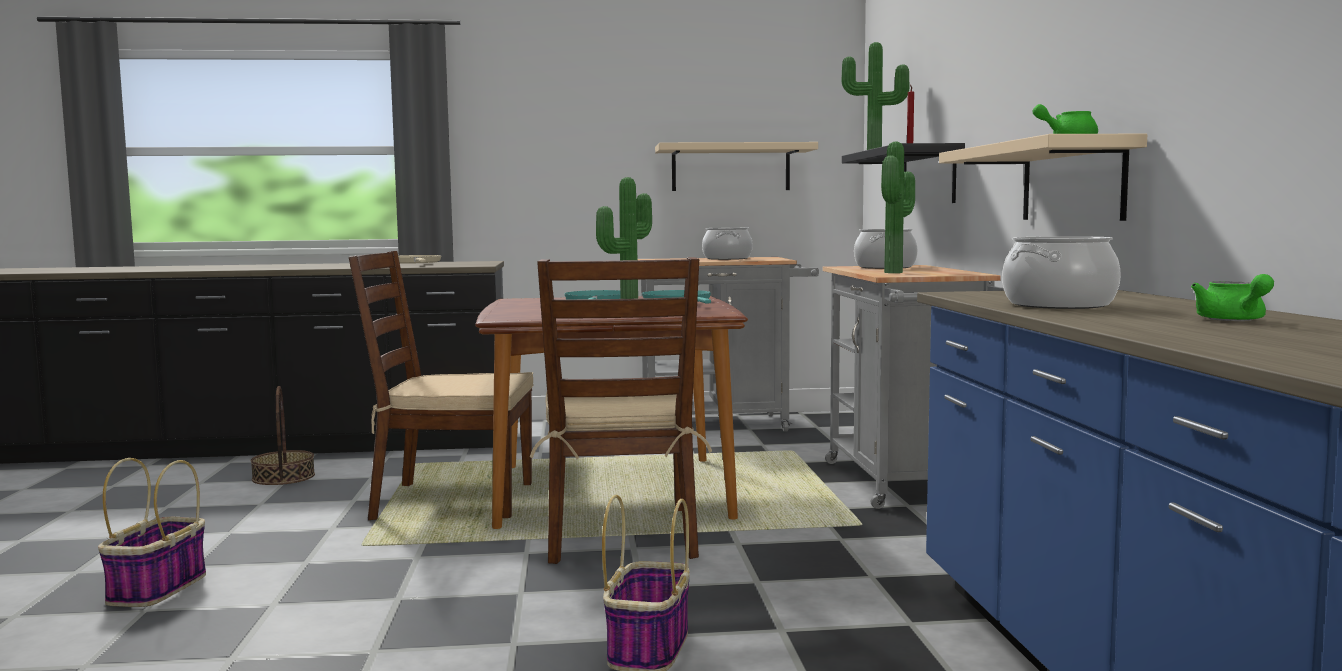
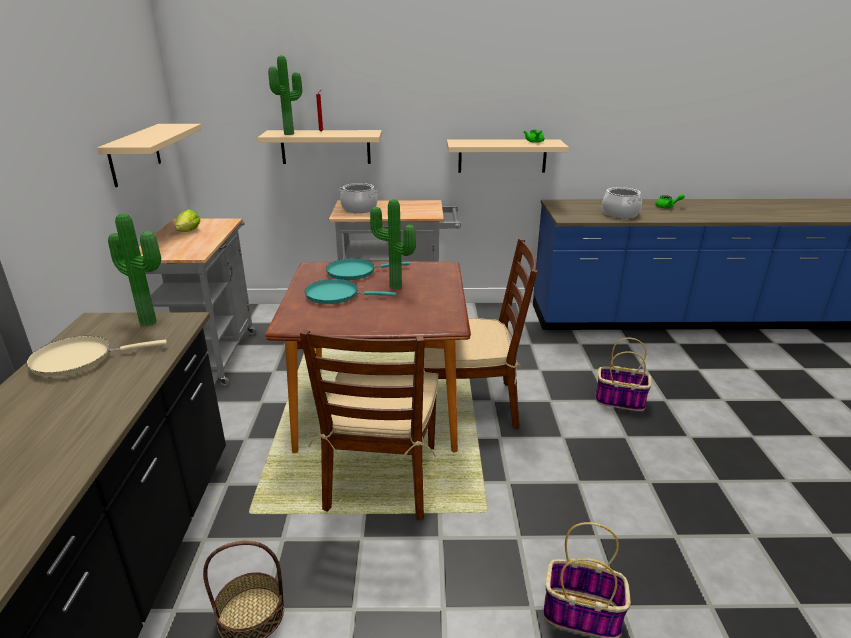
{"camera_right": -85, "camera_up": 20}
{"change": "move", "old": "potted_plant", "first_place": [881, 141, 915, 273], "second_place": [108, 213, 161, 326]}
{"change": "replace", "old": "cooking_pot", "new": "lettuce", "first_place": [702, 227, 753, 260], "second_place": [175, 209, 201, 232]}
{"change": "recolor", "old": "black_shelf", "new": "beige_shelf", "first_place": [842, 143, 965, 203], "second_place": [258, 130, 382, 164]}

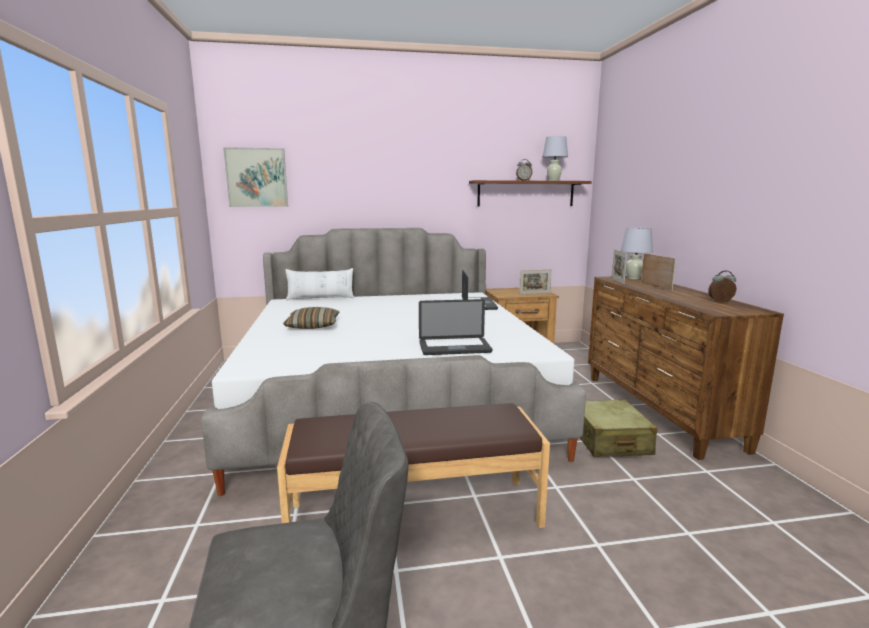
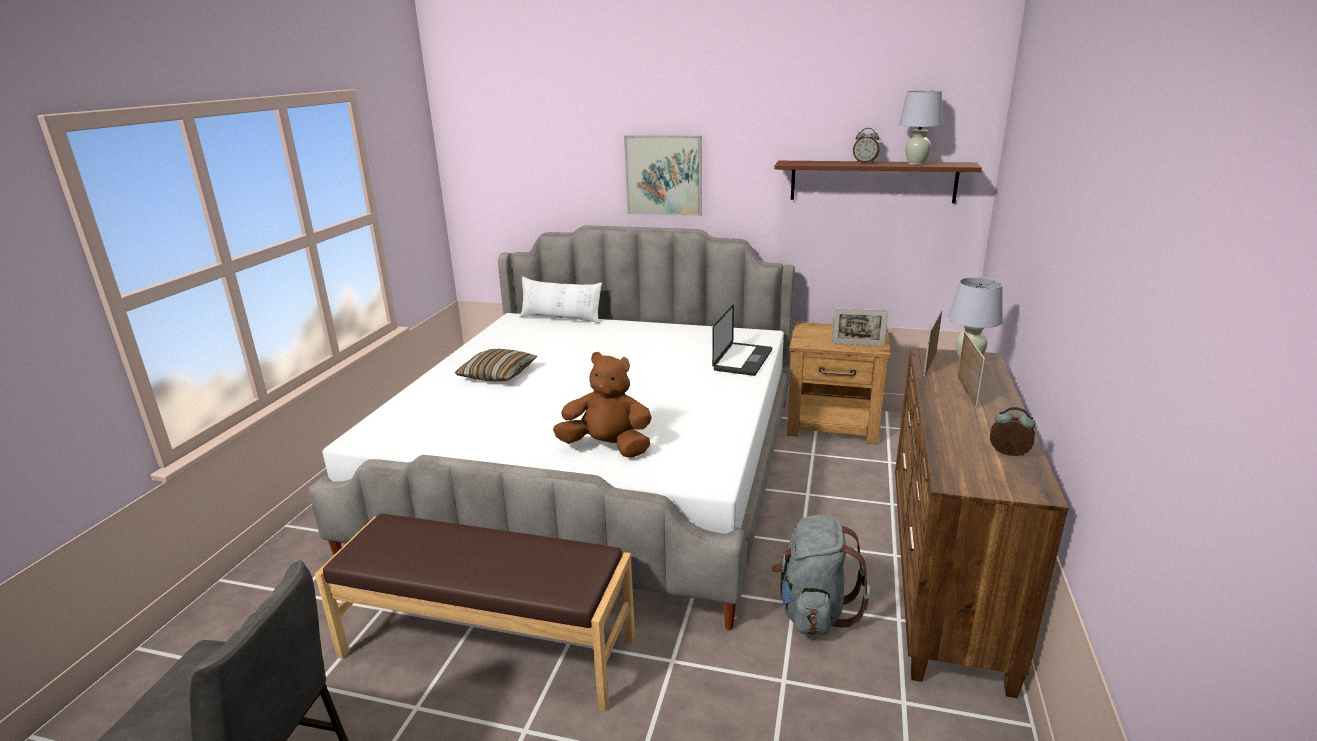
{"camera_right": 25, "camera_up": 10}
{"change": "replace", "old": "laptop", "new": "brown_plush_toy", "first_place": [419, 299, 492, 355], "second_place": [553, 352, 652, 457]}
{"change": "move", "old": "picture", "first_place": [223, 147, 288, 207], "second_place": [624, 135, 702, 216]}
{"change": "replace", "old": "beige_suitcase", "new": "grey_backpack", "first_place": [580, 400, 657, 457], "second_place": [772, 515, 870, 635]}

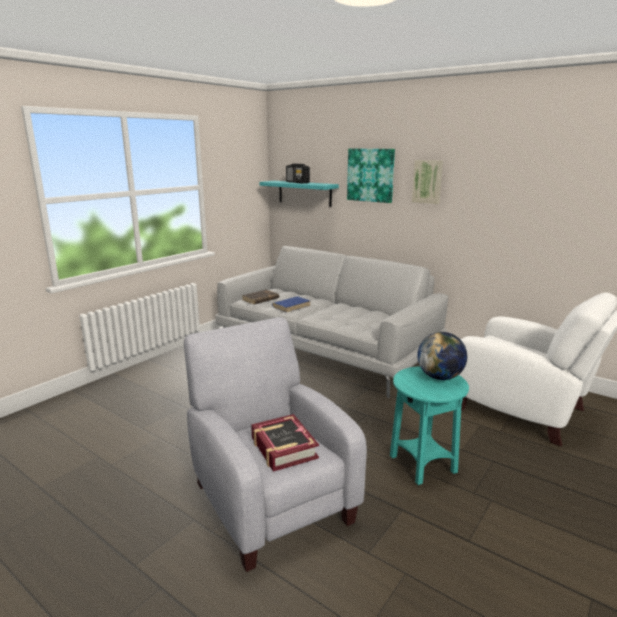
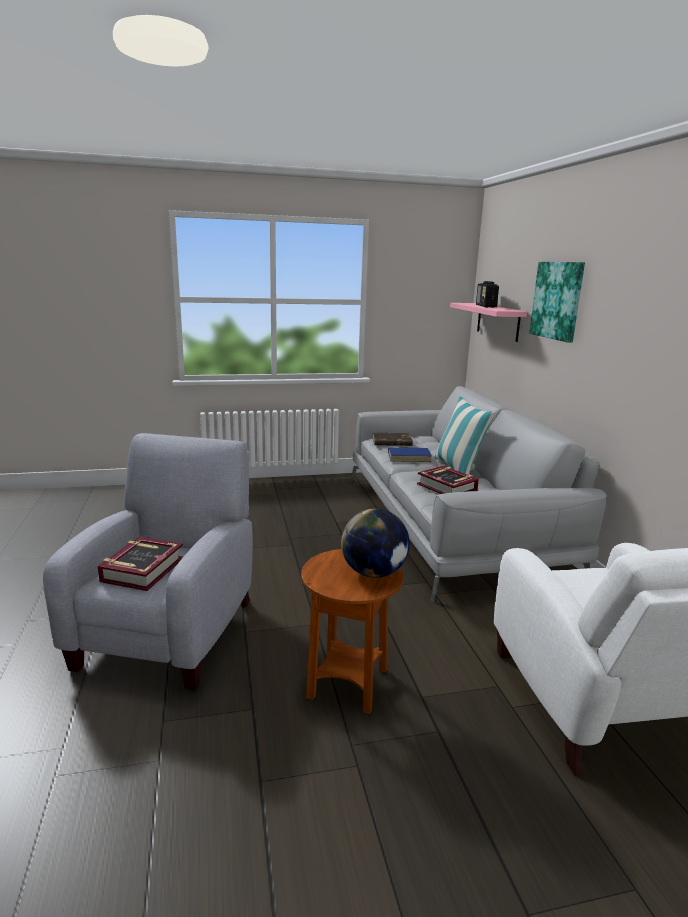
{"camera_right": 40, "camera_up": 0}
{"change": "recolor", "old": "turquoise_side_table", "new": "brown_side_table", "first_place": [390, 366, 469, 485], "second_place": [301, 549, 404, 714]}
{"change": "insert", "new": "book", "second_place": [417, 466, 479, 494]}
{"change": "insert", "new": "pillow", "second_place": [435, 396, 495, 475]}
{"change": "recolor", "old": "turquoise_shelf", "new": "pink_shelf", "first_place": [259, 181, 339, 207], "second_place": [450, 303, 527, 342]}
{"change": "delete", "old": "picture", "first_place": [412, 160, 443, 204]}

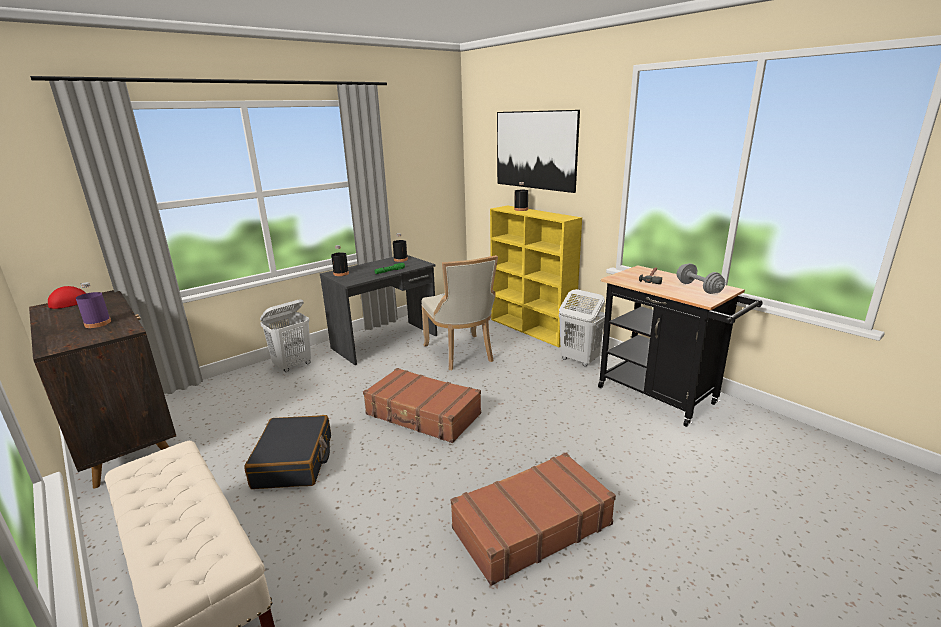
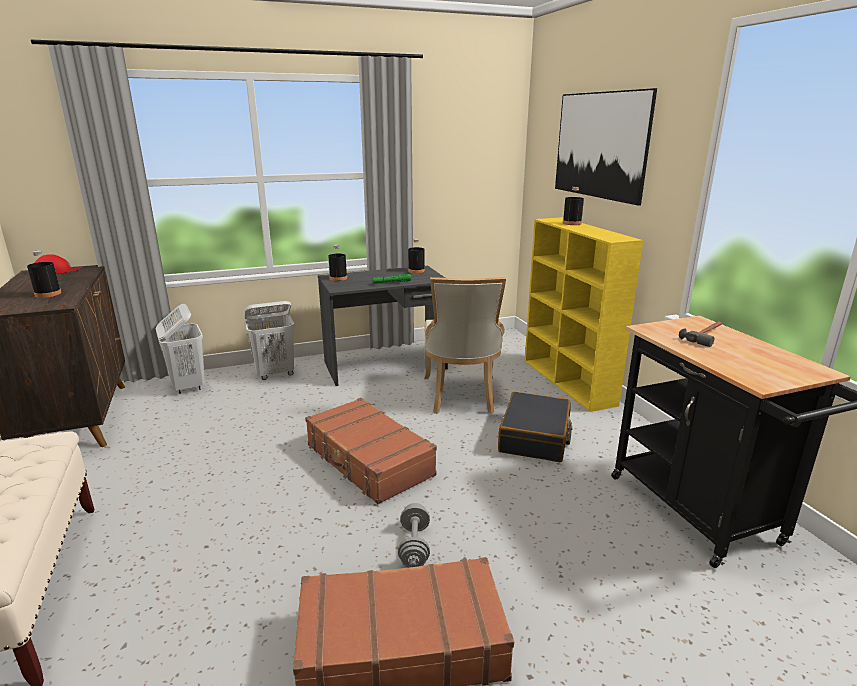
{"camera_right": 20, "camera_up": 0}
{"change": "recolor", "old": "purple_bottle", "new": "black_bottle", "first_place": [76, 282, 111, 328], "second_place": [27, 250, 62, 298]}
{"change": "move", "old": "white_laundry_basket", "first_place": [559, 289, 605, 366], "second_place": [156, 304, 205, 394]}
{"change": "move", "old": "grey_dumbbell", "first_place": [677, 263, 725, 294], "second_place": [398, 503, 430, 568]}
{"change": "move", "old": "black_suitcase", "first_place": [244, 415, 331, 489], "second_place": [498, 392, 572, 462]}

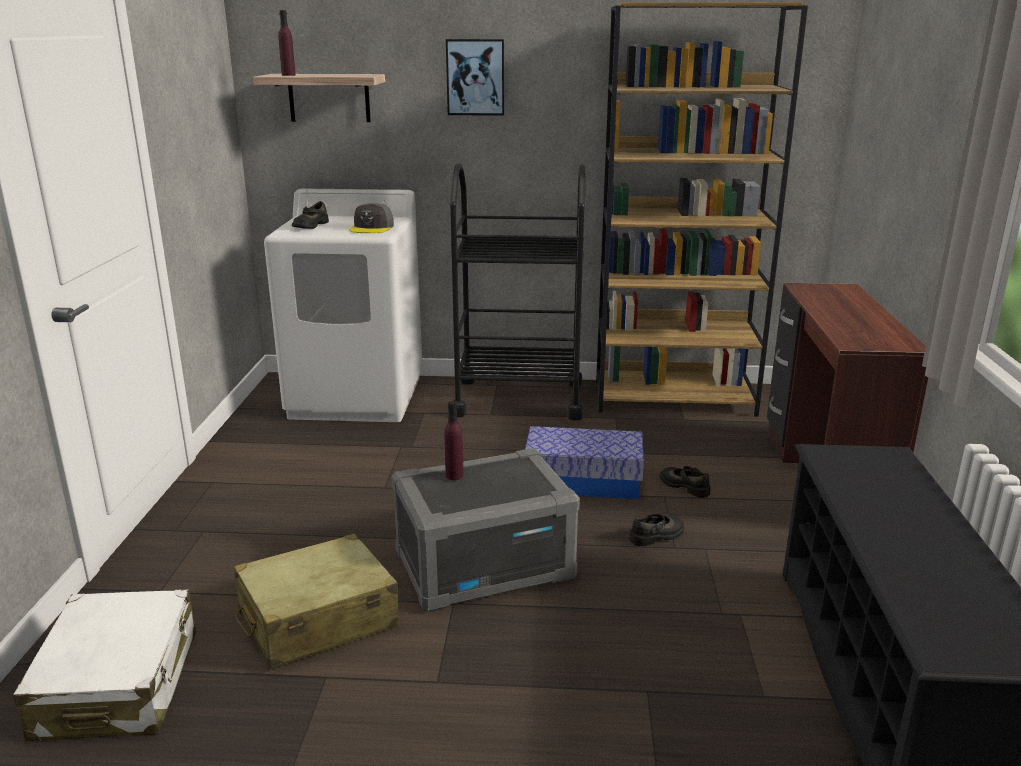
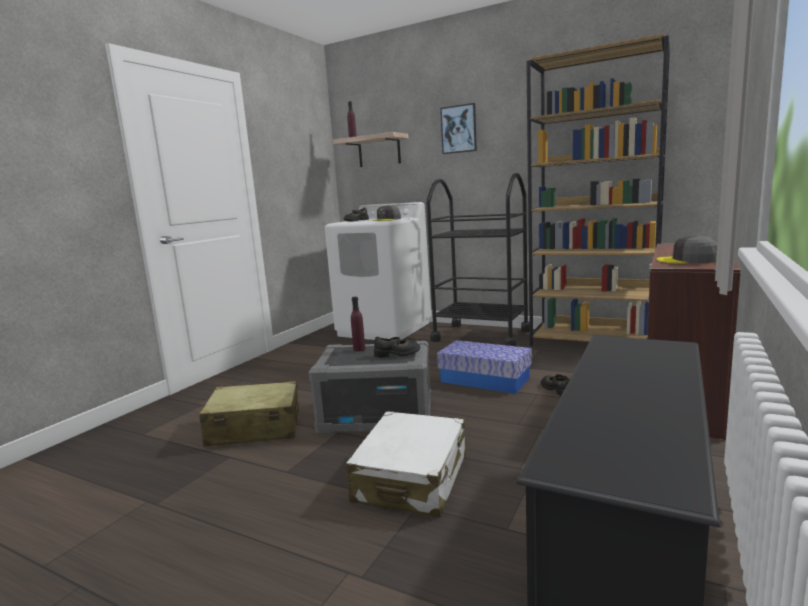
{"camera_right": 25, "camera_up": -10}
{"change": "move", "old": "white_suitcase", "first_place": [13, 589, 196, 741], "second_place": [346, 411, 466, 518]}
{"change": "move", "old": "black_shoe", "first_place": [630, 514, 685, 546], "second_place": [374, 336, 420, 358]}
{"change": "insert", "new": "grey_cap", "second_place": [657, 235, 717, 263]}

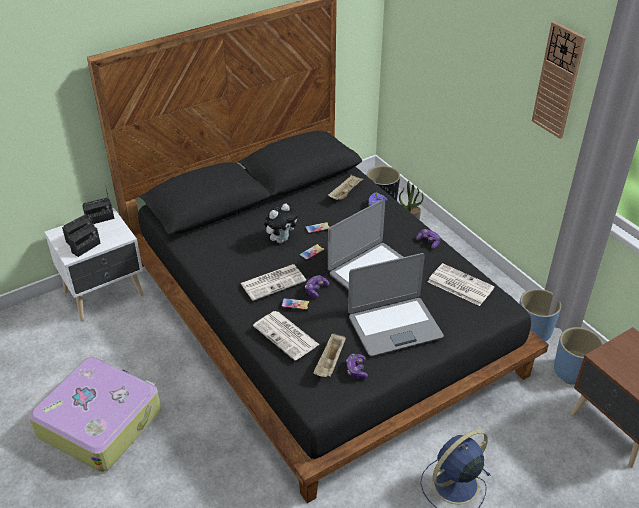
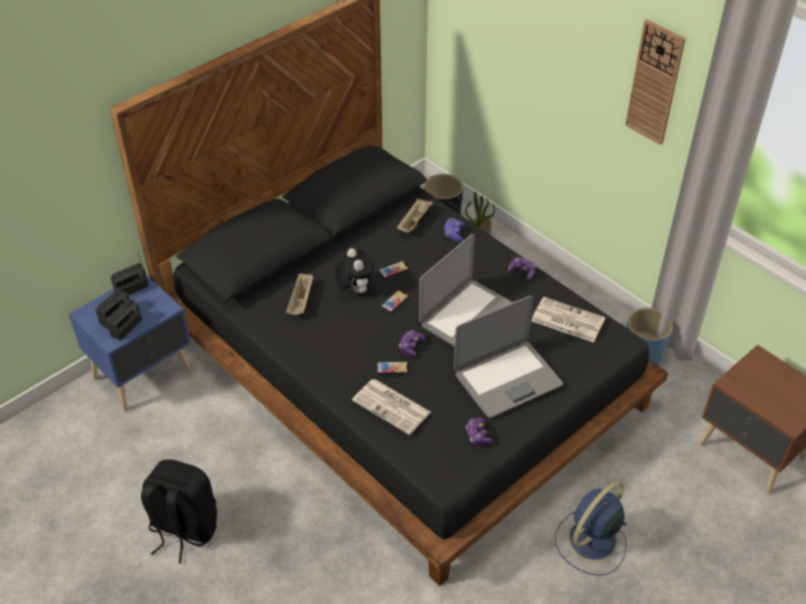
{"camera_right": -10, "camera_up": 5}
{"change": "recolor", "old": "white_nightstand", "new": "blue_nightstand", "first_place": [45, 208, 144, 321], "second_place": [69, 275, 191, 411]}
{"change": "replace", "old": "suitcase", "new": "black_backpack", "first_place": [29, 356, 161, 472], "second_place": [141, 459, 217, 564]}
{"change": "move", "old": "beige_tray", "first_place": [313, 333, 346, 377], "second_place": [286, 273, 313, 315]}
{"change": "rotate", "old": "plush_toy", "first_place": [264, 204, 298, 243], "second_place": [335, 248, 374, 293], "degrees": -60}
{"change": "delete", "old": "newspaper", "first_place": [240, 264, 306, 301]}
{"change": "delete", "old": "blue_planter", "first_place": [554, 327, 603, 385]}

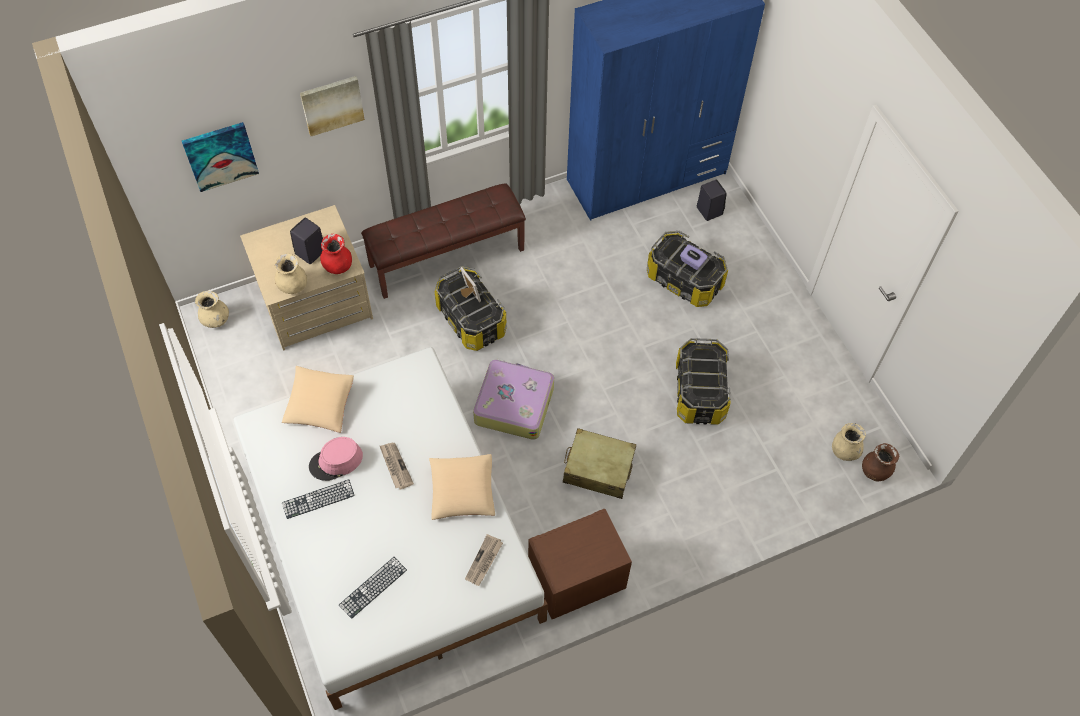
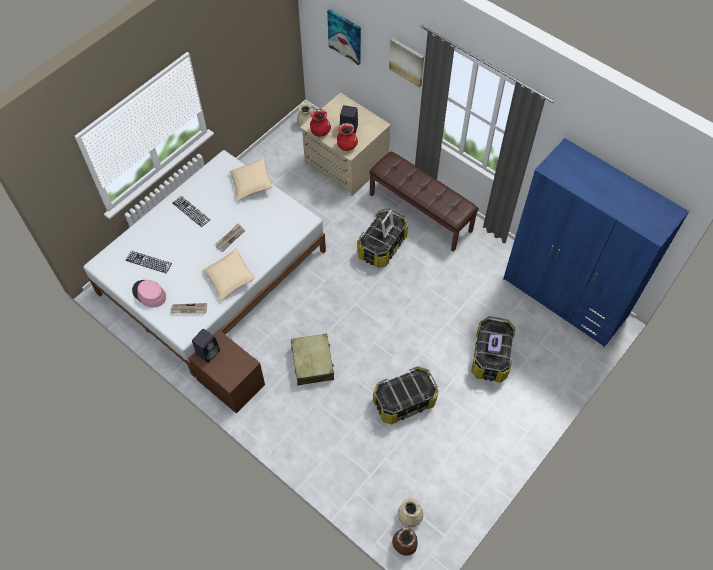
{"camera_right": 65, "camera_up": 0}
{"change": "move", "old": "pink_hat", "first_place": [309, 437, 363, 481], "second_place": [132, 280, 166, 307]}
{"change": "move", "old": "black_speaker", "first_place": [697, 180, 727, 221], "second_place": [192, 329, 220, 363]}
{"change": "recolor", "old": "beige_vase", "new": "red_vase", "first_place": [275, 254, 307, 294], "second_place": [310, 109, 331, 137]}
{"change": "delete", "old": "suitcase", "first_place": [473, 359, 554, 440]}

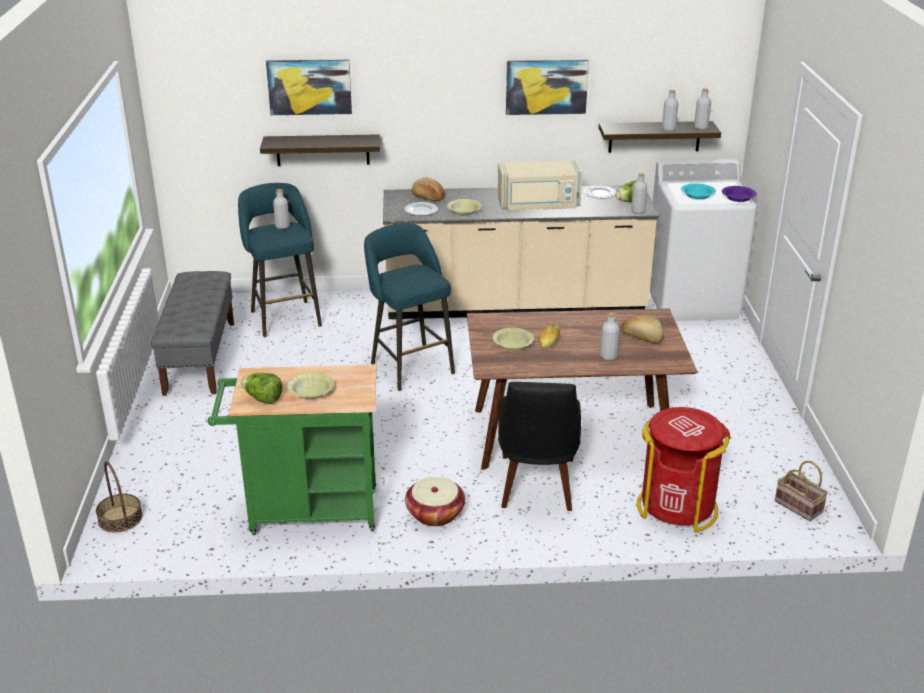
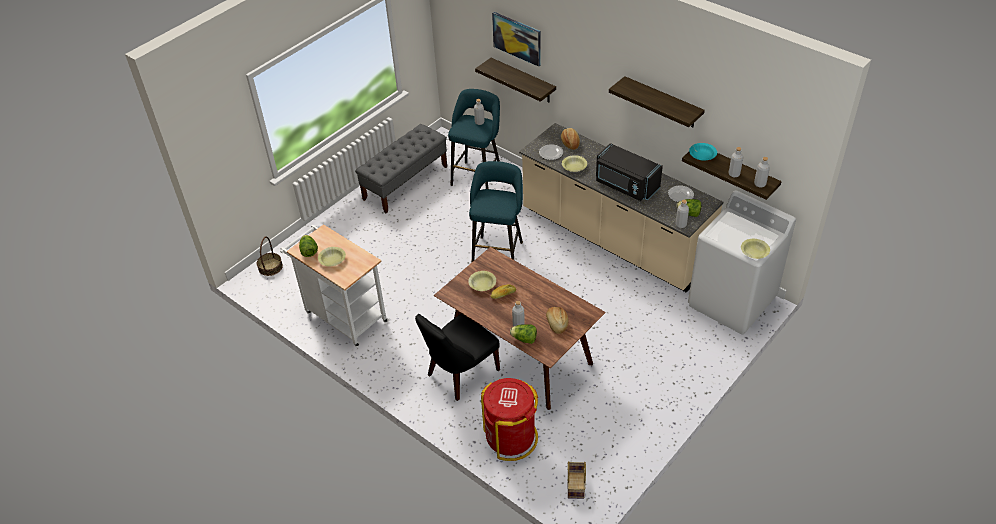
{"camera_right": 45, "camera_up": 15}
{"change": "recolor", "old": "green_cart", "new": "white_cart", "first_place": [208, 365, 377, 535], "second_place": [280, 224, 388, 347]}
{"change": "insert", "new": "lettuce", "second_place": [510, 324, 537, 344]}
{"change": "recolor", "old": "beige_microwave", "new": "black_microwave", "first_place": [498, 160, 582, 210], "second_place": [596, 143, 663, 201]}
{"change": "replace", "old": "picture", "new": "shelf", "first_place": [506, 60, 589, 115], "second_place": [609, 76, 705, 127]}
{"change": "move", "old": "turquoise_bowl", "first_place": [681, 183, 716, 199], "second_place": [689, 143, 717, 161]}
{"change": "recolor", "old": "purple_bowl", "new": "yellow_bowl", "first_place": [722, 186, 757, 202], "second_place": [741, 239, 770, 259]}
{"change": "delete", "old": "basket", "first_place": [405, 477, 465, 526]}

